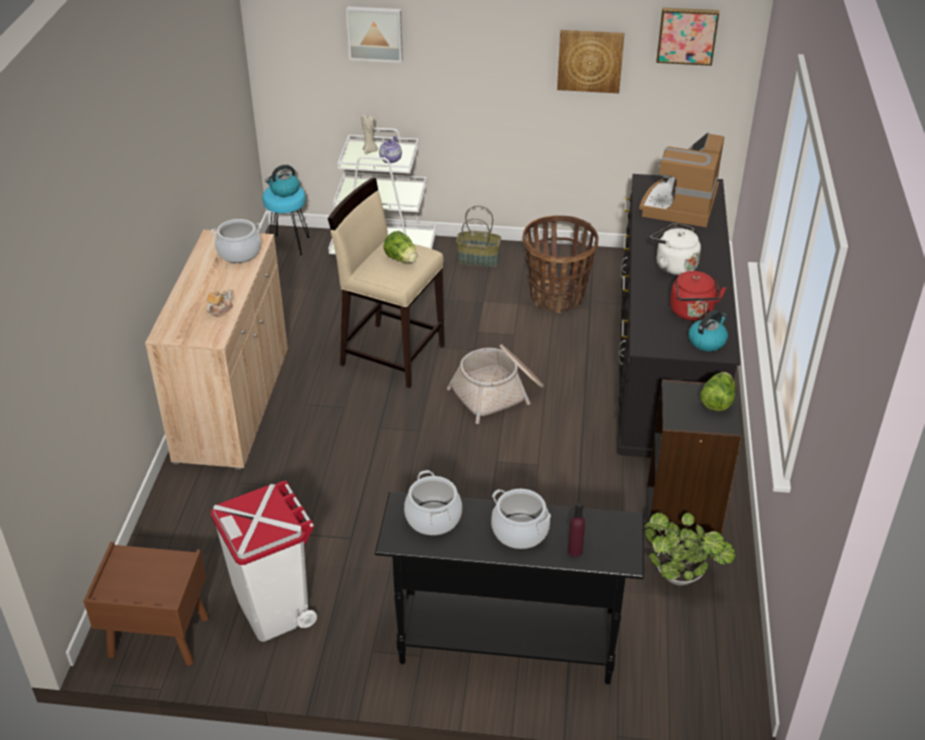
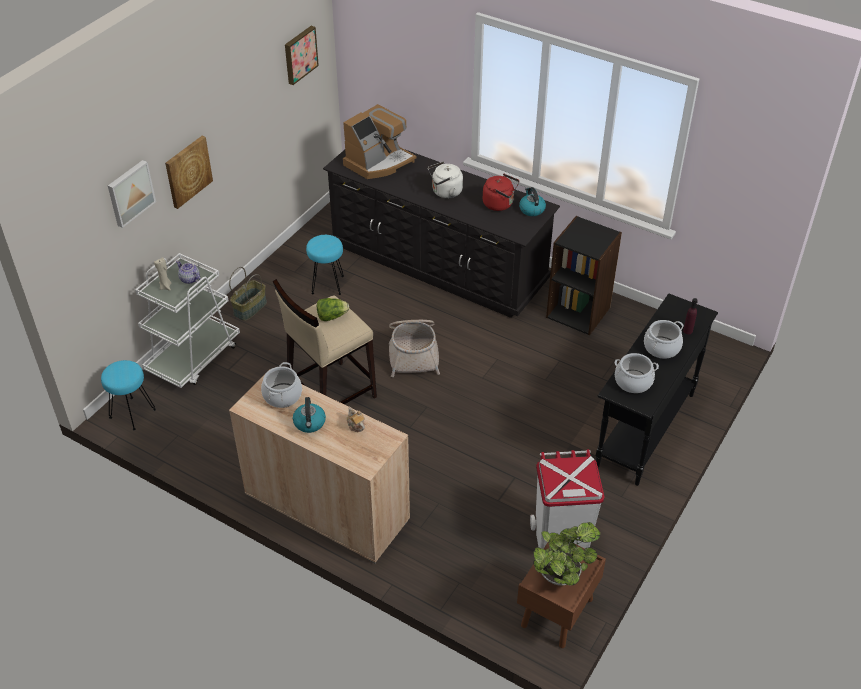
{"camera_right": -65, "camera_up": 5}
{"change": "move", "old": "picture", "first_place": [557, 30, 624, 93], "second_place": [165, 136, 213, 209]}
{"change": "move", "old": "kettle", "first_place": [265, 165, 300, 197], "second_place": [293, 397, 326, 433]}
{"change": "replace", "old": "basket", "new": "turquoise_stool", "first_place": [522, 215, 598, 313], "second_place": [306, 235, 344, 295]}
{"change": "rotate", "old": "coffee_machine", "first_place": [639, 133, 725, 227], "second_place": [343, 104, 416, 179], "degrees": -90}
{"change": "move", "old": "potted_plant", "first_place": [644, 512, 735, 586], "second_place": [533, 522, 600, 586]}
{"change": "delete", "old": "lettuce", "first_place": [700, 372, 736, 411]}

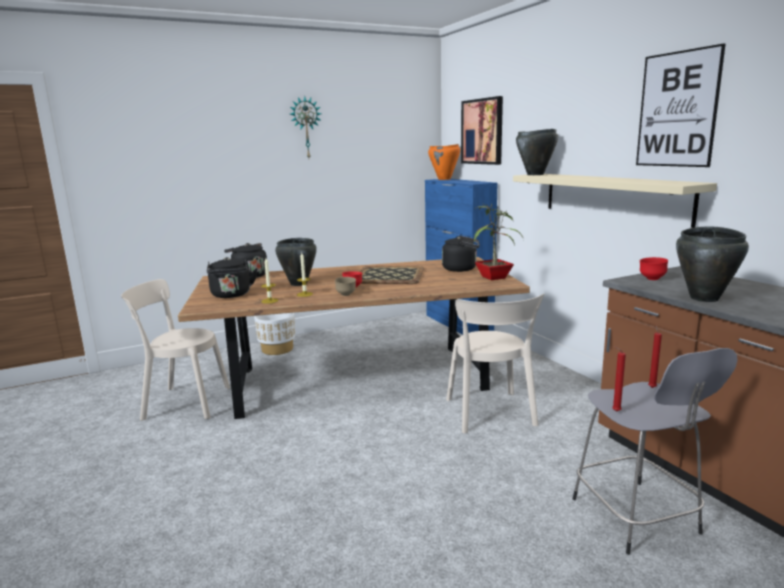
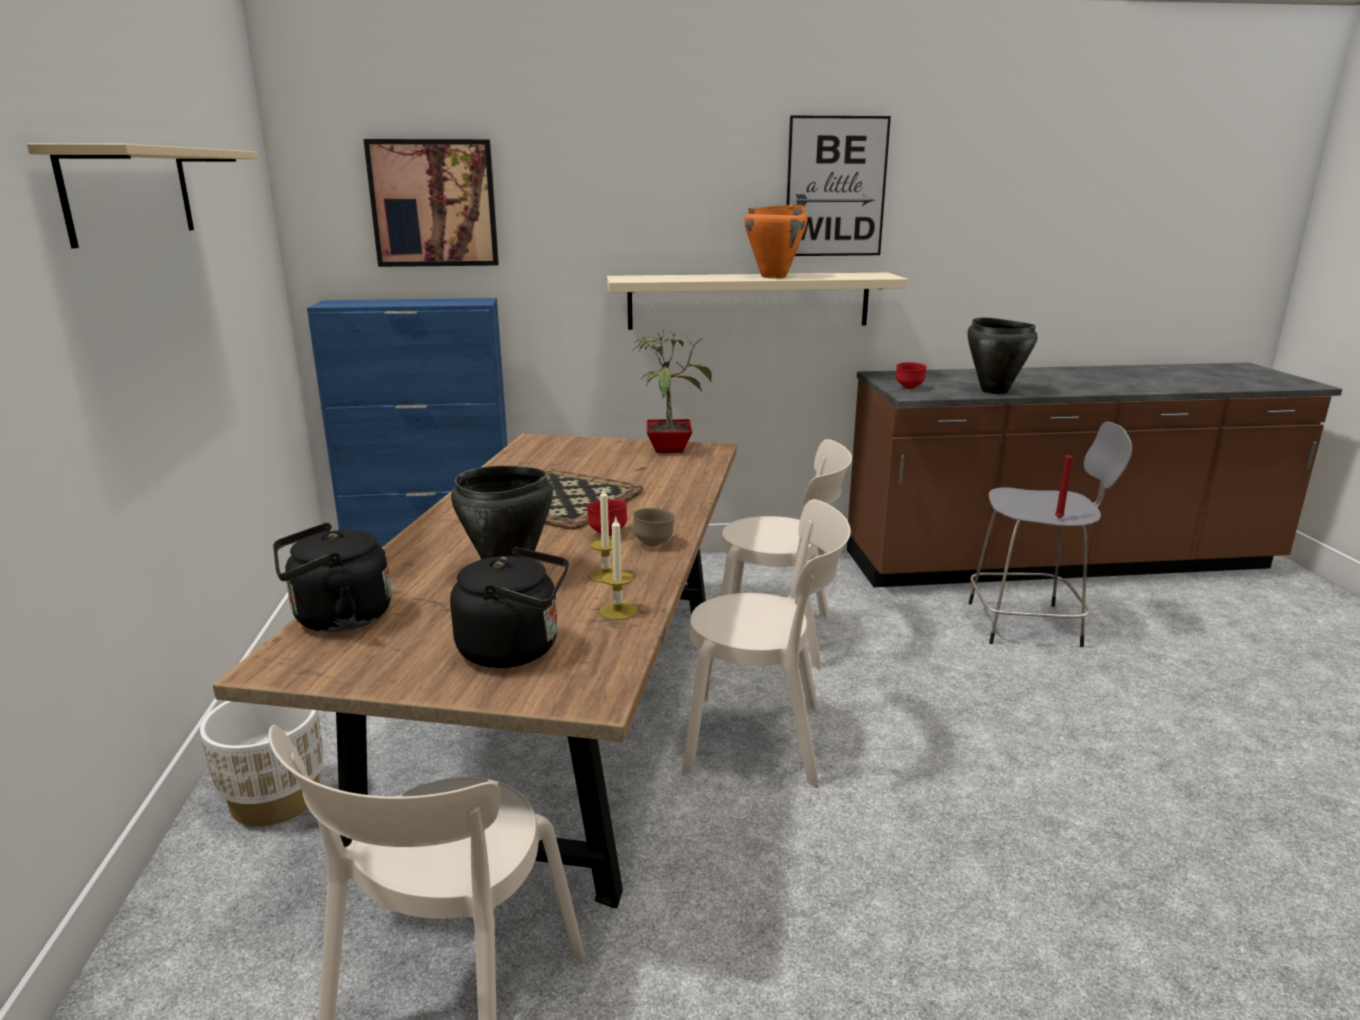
{"camera_right": -70, "camera_up": 5}
{"change": "replace", "old": "wall_clock", "new": "beige_shelf", "first_place": [290, 96, 321, 158], "second_place": [27, 143, 259, 248]}
{"change": "insert", "new": "beige_chair", "second_place": [682, 499, 851, 787]}
{"change": "move", "old": "orange_cooking_pot", "first_place": [428, 144, 460, 180], "second_place": [744, 204, 808, 278]}
{"change": "delete", "old": "black_kettle", "first_place": [442, 236, 480, 272]}
{"change": "delete", "old": "black_cooking_pot", "first_place": [516, 129, 558, 175]}
{"change": "delete", "old": "red_candle", "first_place": [648, 326, 662, 388]}

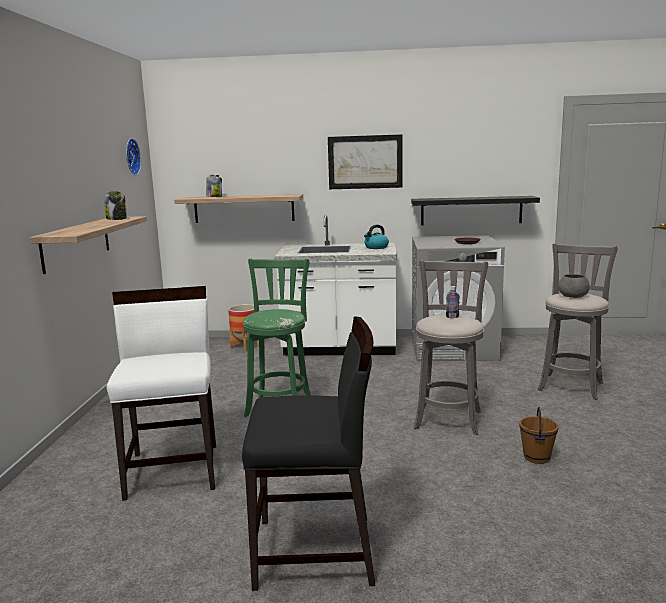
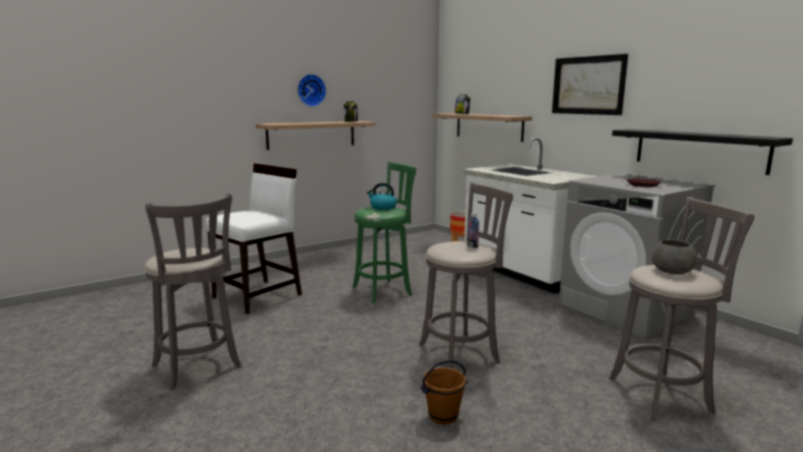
{"camera_right": 50, "camera_up": 0}
{"change": "replace", "old": "black_chair", "new": "grey_stool", "first_place": [242, 316, 375, 591], "second_place": [144, 193, 242, 390]}
{"change": "move", "old": "wall_clock", "first_place": [126, 138, 141, 175], "second_place": [297, 74, 326, 107]}
{"change": "move", "old": "kettle", "first_place": [364, 225, 389, 249], "second_place": [367, 183, 397, 210]}

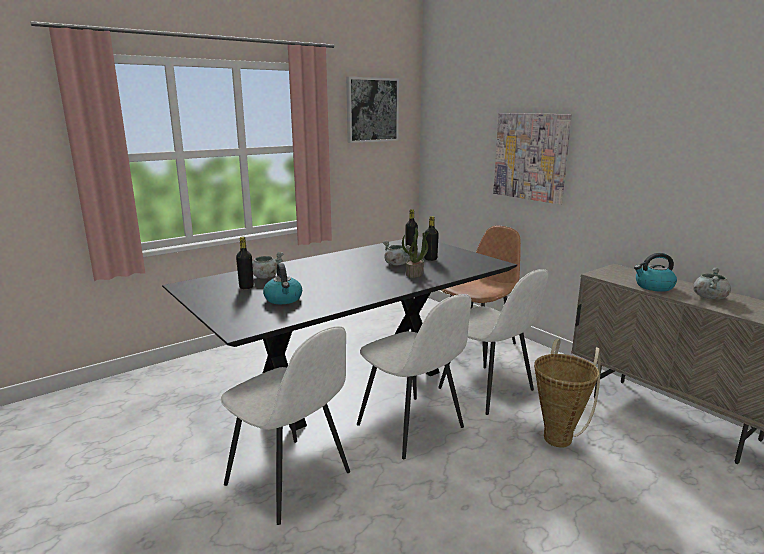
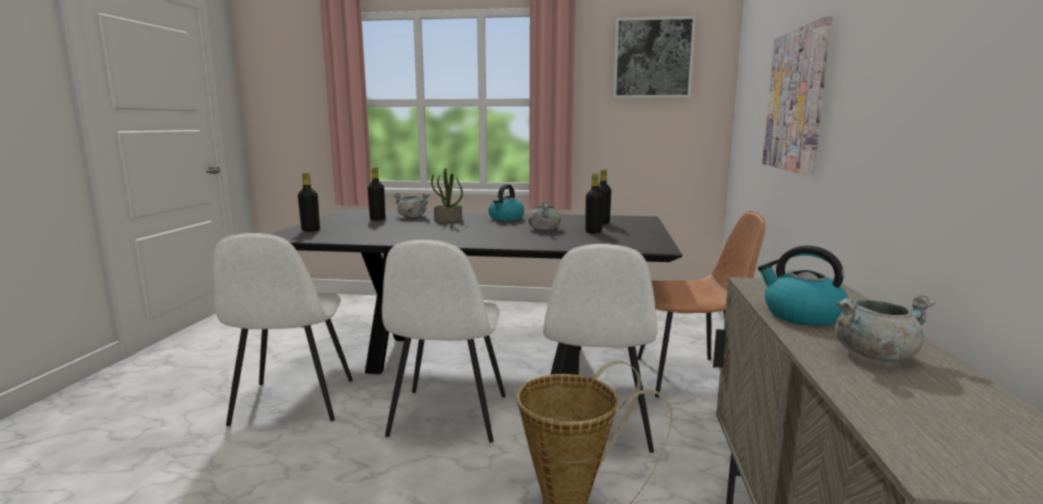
{"camera_right": 45, "camera_up": -5}
{"change": "insert", "new": "black_bottle", "second_place": [298, 173, 320, 232]}
{"change": "move", "old": "potted_plant", "first_place": [402, 228, 429, 278], "second_place": [431, 168, 463, 222]}
{"change": "move", "old": "kettle", "first_place": [263, 263, 302, 304], "second_place": [488, 184, 524, 221]}

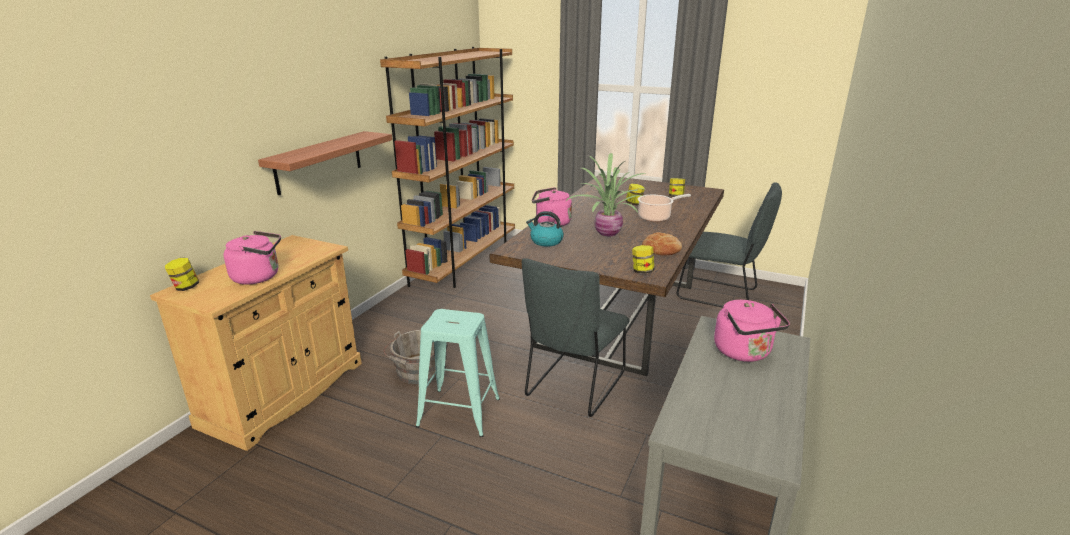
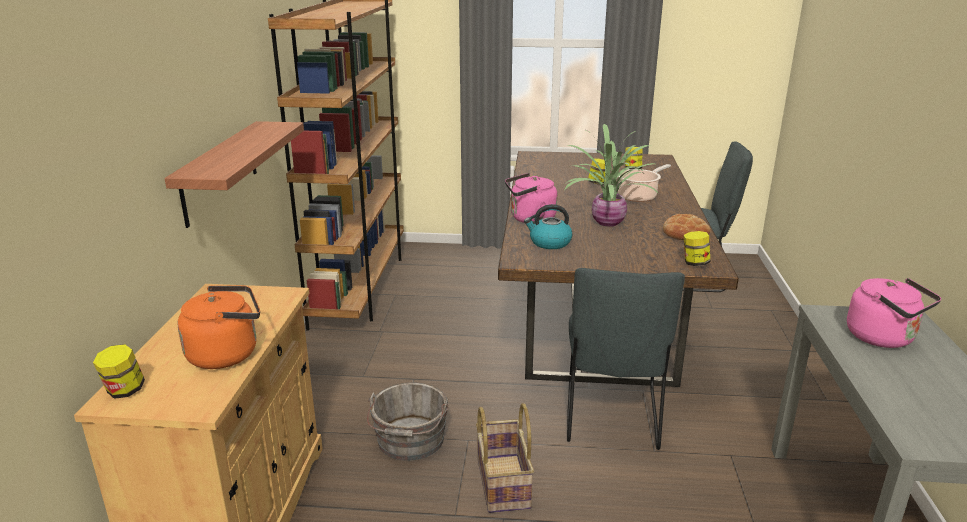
{"camera_right": -20, "camera_up": 0}
{"change": "recolor", "old": "pink_kettle", "new": "orange_kettle", "first_place": [224, 231, 281, 285], "second_place": [177, 286, 260, 369]}
{"change": "replace", "old": "turquoise_stool", "new": "basket", "first_place": [416, 309, 500, 437], "second_place": [476, 403, 534, 513]}

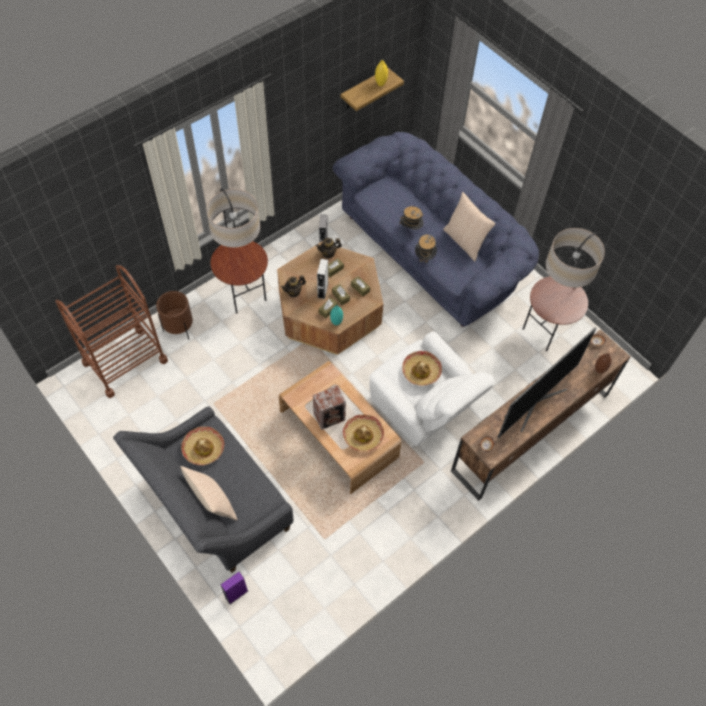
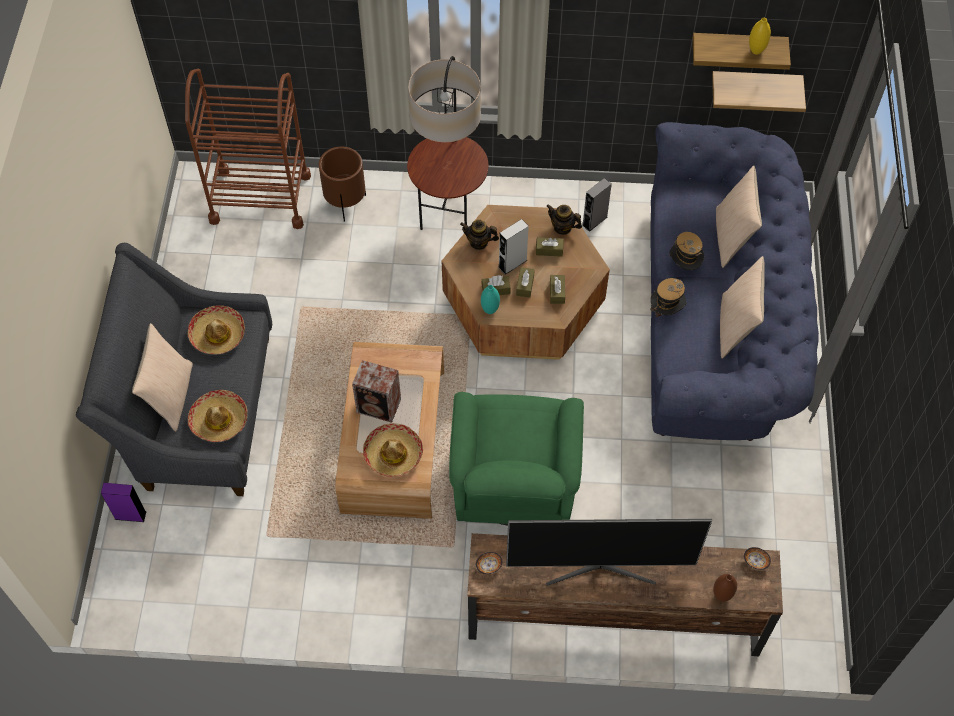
{"camera_right": 45, "camera_up": 0}
{"change": "move", "old": "hat", "first_place": [402, 351, 442, 386], "second_place": [188, 390, 247, 442]}
{"change": "recolor", "old": "white_armchair", "new": "green_armchair", "first_place": [369, 332, 495, 446], "second_place": [449, 392, 584, 526]}
{"change": "insert", "new": "shelf", "second_place": [712, 71, 806, 112]}
{"change": "insert", "new": "beige_pillow", "second_place": [716, 166, 762, 268]}
{"change": "delete", "old": "floor_lamp", "first_place": [523, 228, 605, 351]}

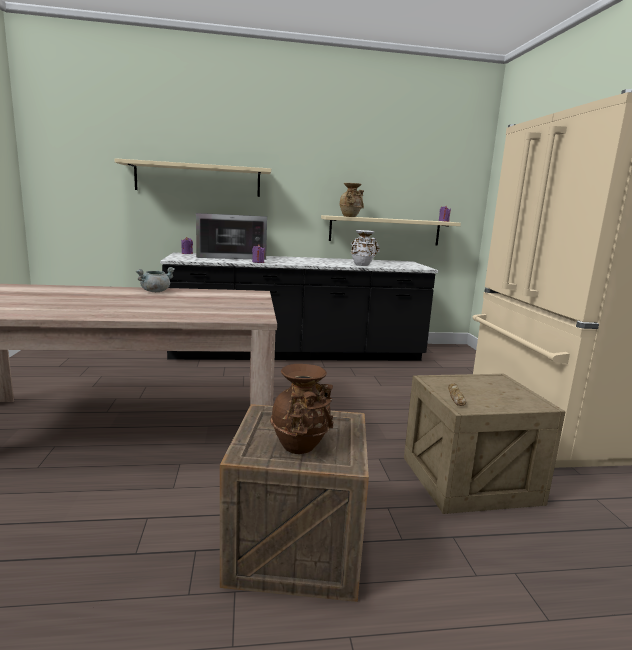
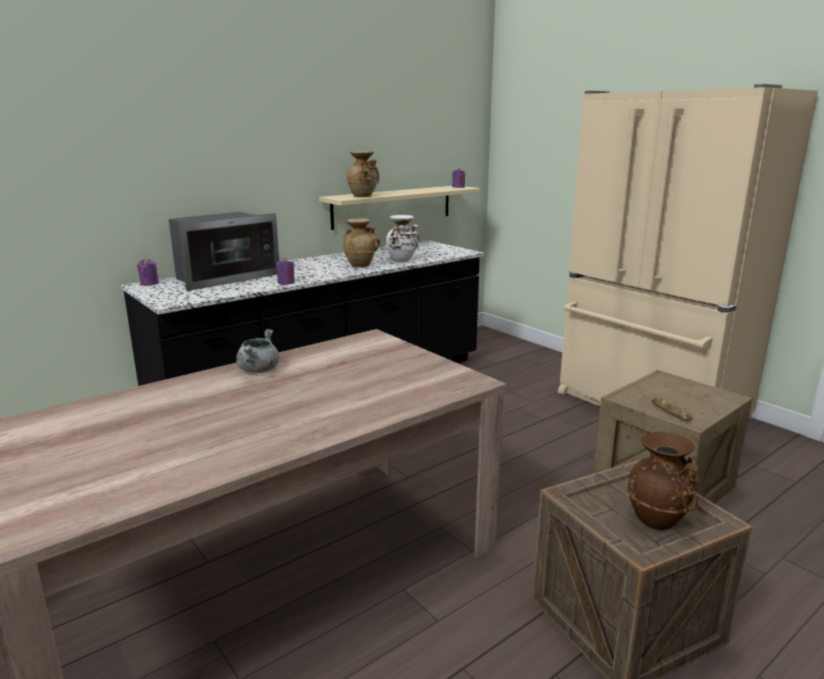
{"camera_right": -30, "camera_up": 5}
{"change": "insert", "new": "beige_vase", "second_place": [343, 218, 381, 267]}
{"change": "delete", "old": "beige_shelf", "first_place": [115, 158, 271, 197]}

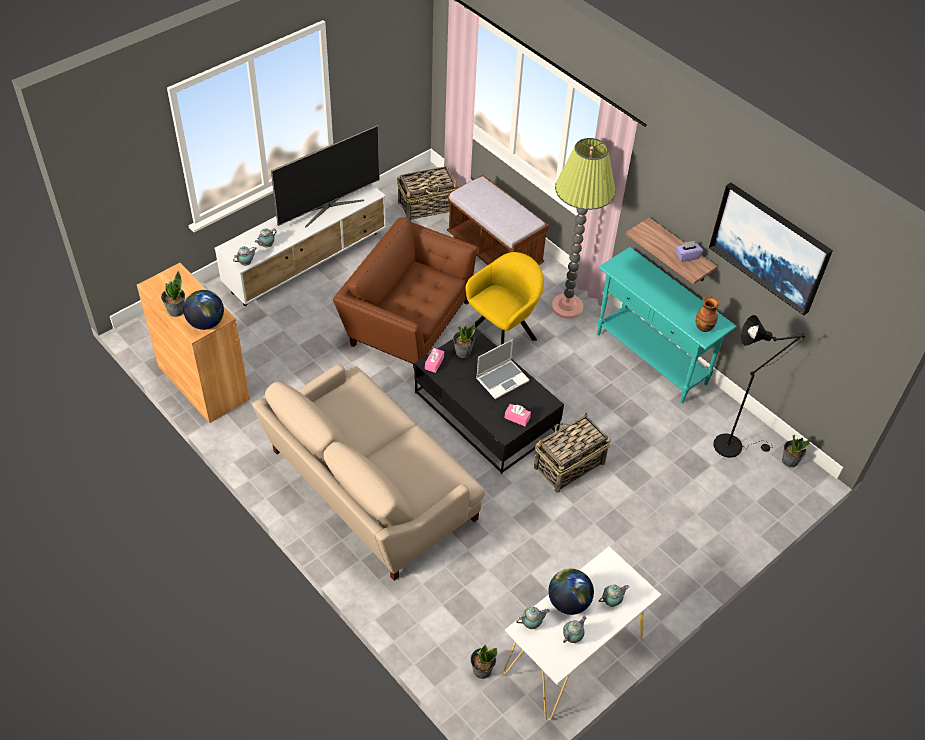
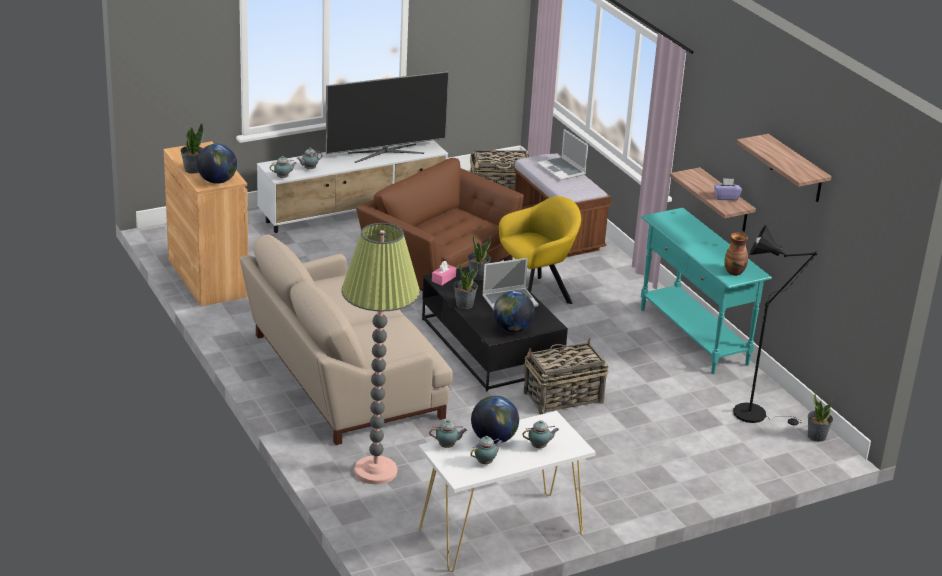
{"camera_right": 15, "camera_up": -20}
{"change": "move", "old": "floor_lamp", "first_place": [551, 138, 616, 319], "second_place": [341, 223, 420, 485]}
{"change": "move", "old": "potted_plant", "first_place": [470, 645, 497, 679], "second_place": [454, 261, 478, 309]}
{"change": "replace", "old": "pink_tissue_box", "new": "globe", "first_place": [504, 404, 531, 426], "second_place": [493, 291, 535, 333]}
{"change": "insert", "new": "laptop", "second_place": [537, 129, 588, 180]}
{"change": "replace", "old": "picture", "new": "shelf", "first_place": [709, 183, 833, 315], "second_place": [736, 134, 832, 202]}

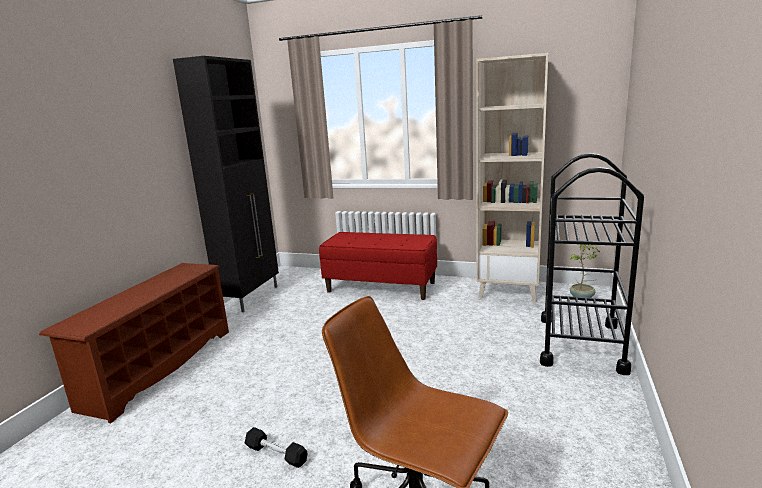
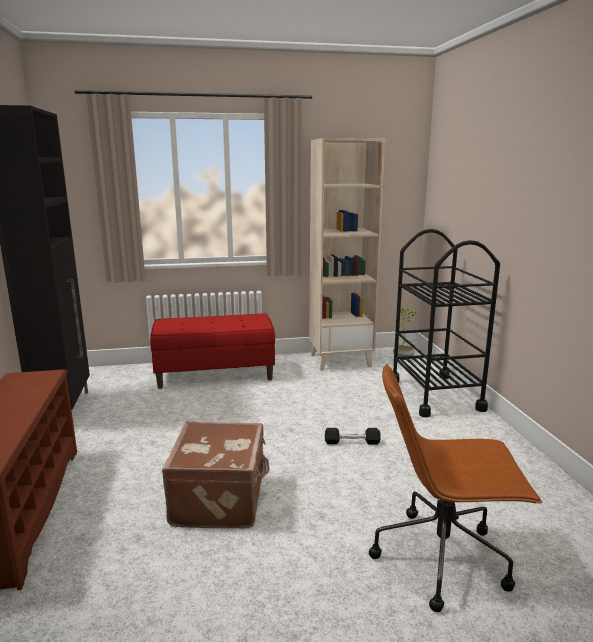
{"camera_right": -30, "camera_up": 0}
{"change": "insert", "new": "brown_suitcase", "second_place": [162, 421, 270, 528]}
{"change": "move", "old": "black_dumbbell", "first_place": [245, 427, 308, 468], "second_place": [325, 428, 381, 444]}

